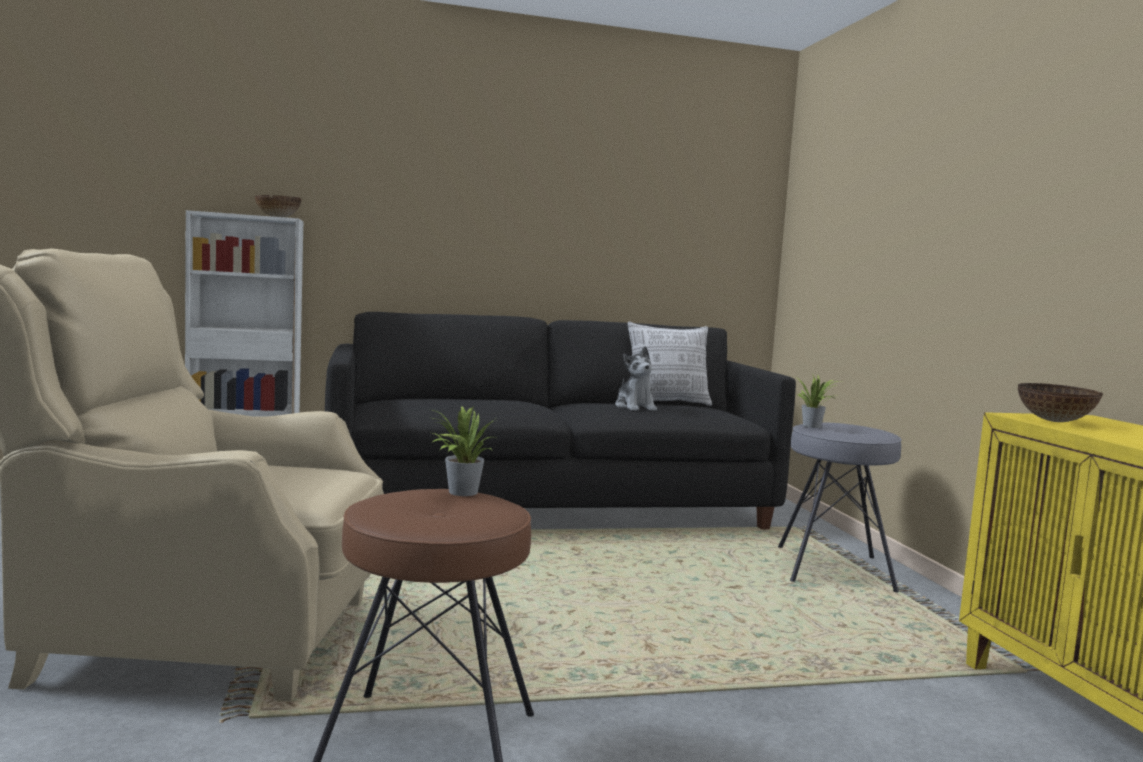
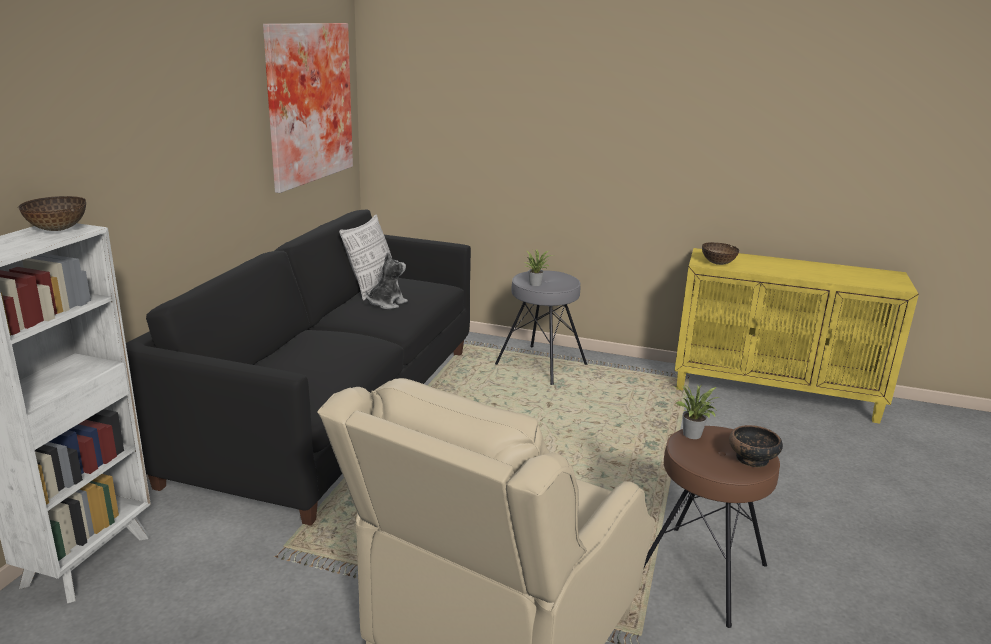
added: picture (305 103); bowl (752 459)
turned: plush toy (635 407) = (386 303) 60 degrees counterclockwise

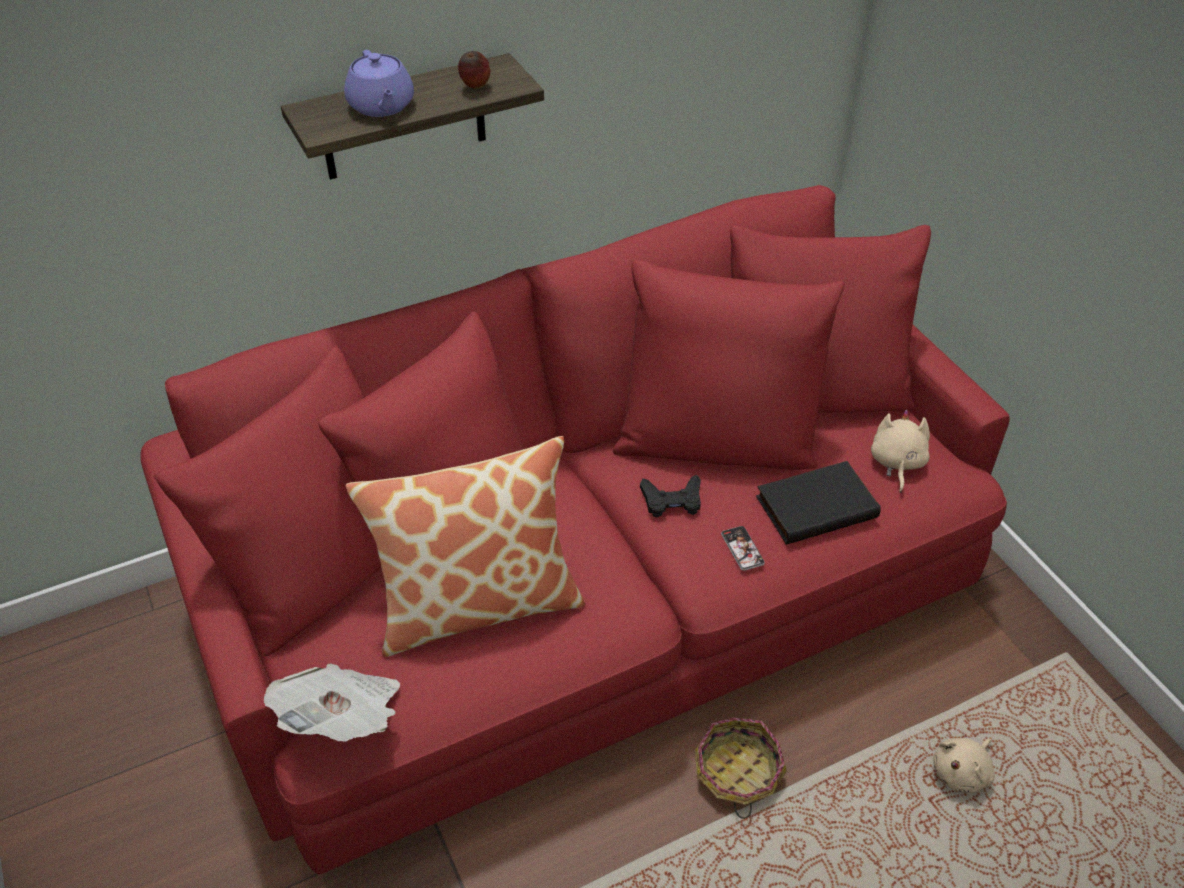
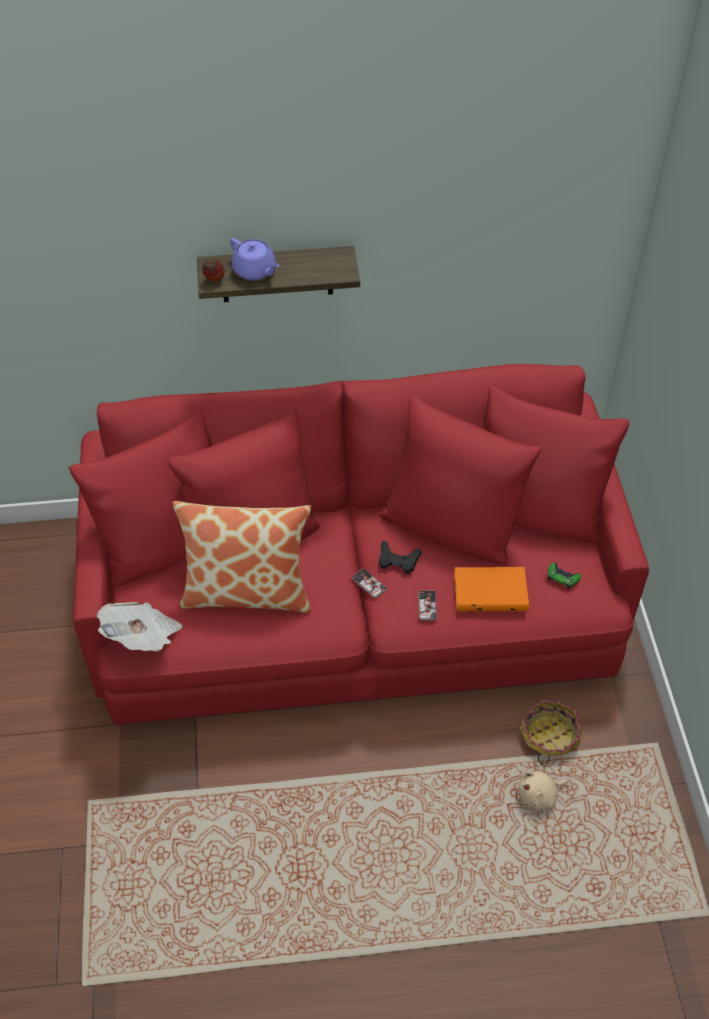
added: phone (369 583)
moved: apple (475 87) to (214 280); basket (737 772) to (549 736)
replaced: beige plush toy (896 463) to green game controller (562 577)
recoloured: black book (815 505) to orange book (490 591)
turned: purple teapot (381 106) = (255 271) 45 degrees counterclockwise

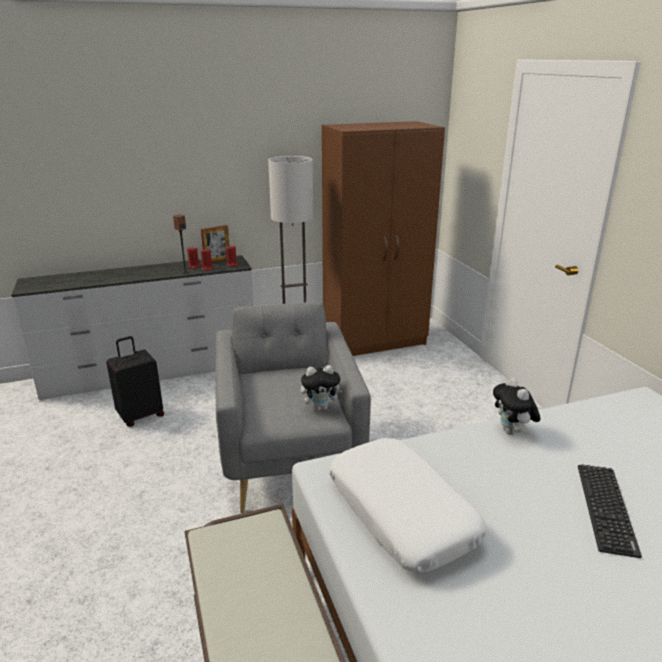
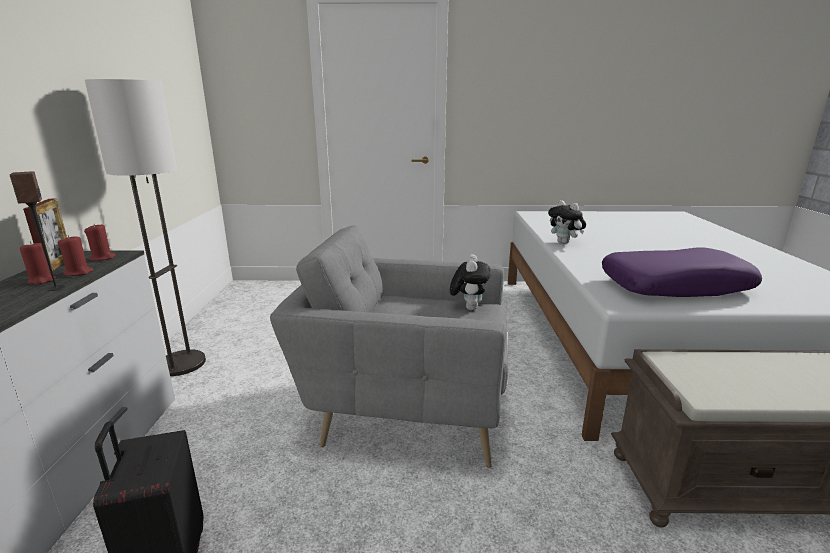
removed: brown wardrobe (375 341); keyboard (606 508)
recoloured: white pillow (402 513) to purple pillow (674 285)
turned: plush toy (512 432) = (565 243) 45 degrees clockwise

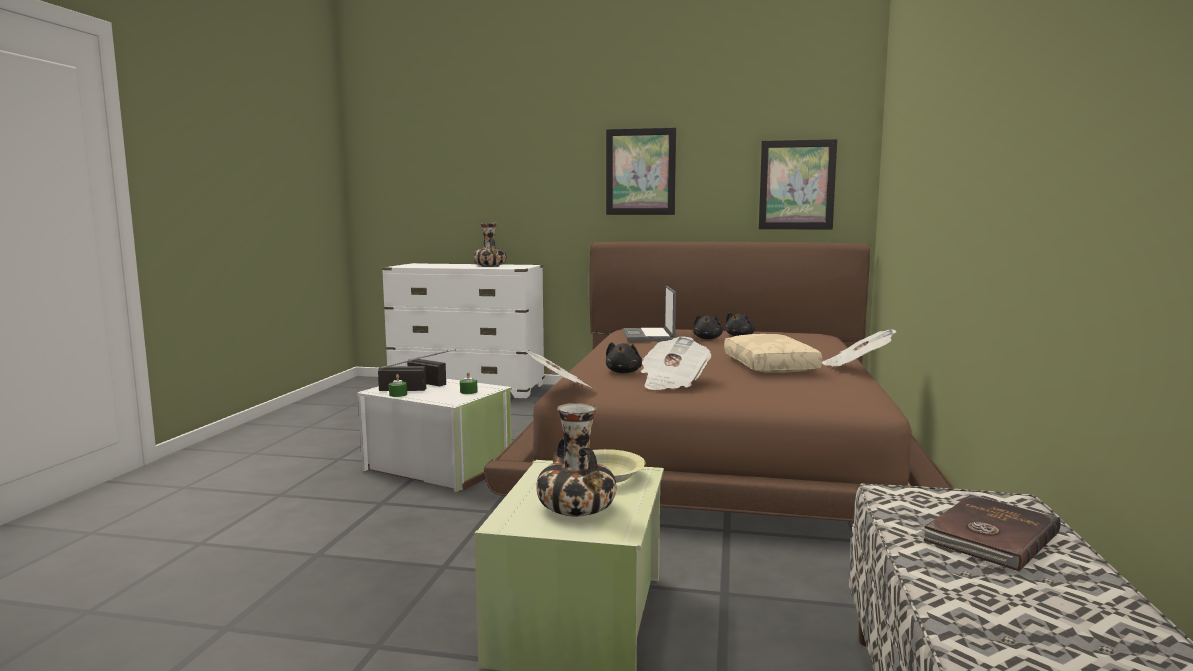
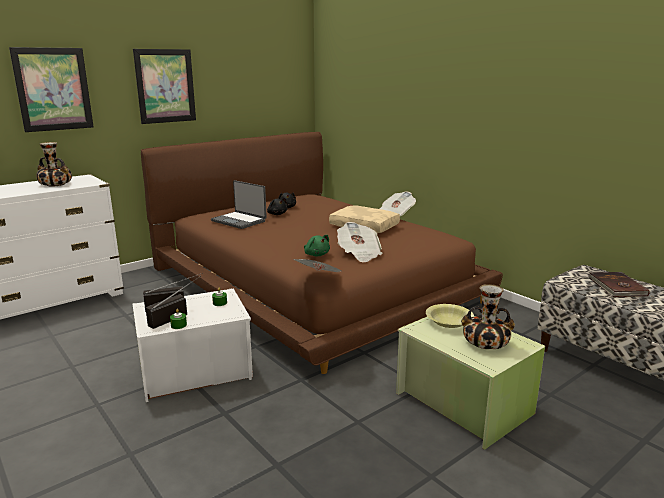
moved: picture (797 185) to (53 89)
recoloured: black plush toy (624 372) to green plush toy (316 255)

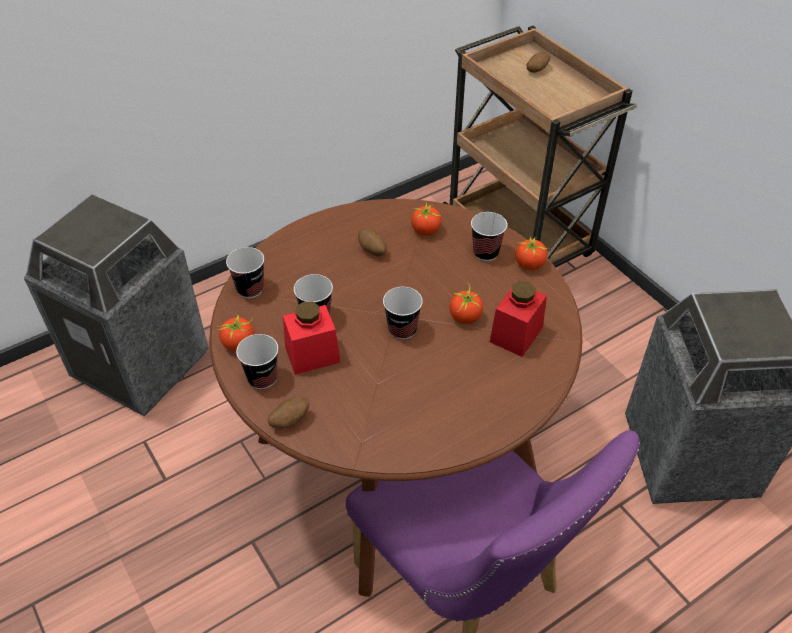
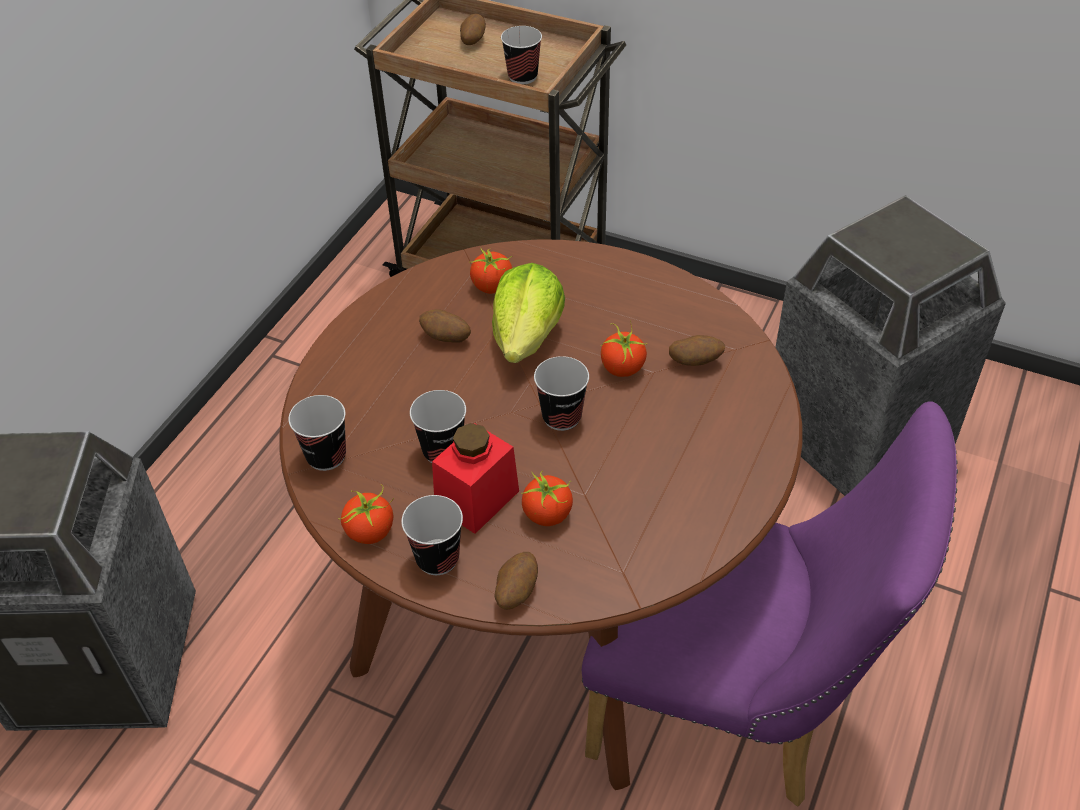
added: lettuce (527 337)
moved: cup (485 253) to (522 76); tomato (529 265) to (548 515)
replaced: red jar (516 334) to potato (695 362)

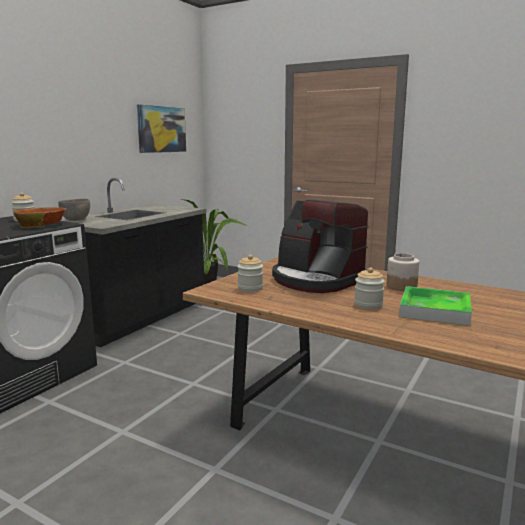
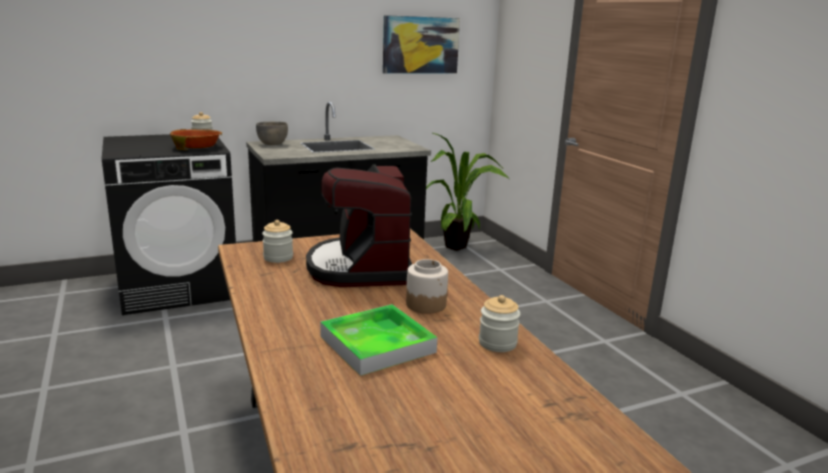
moved: jar (368 304) to (497 343)

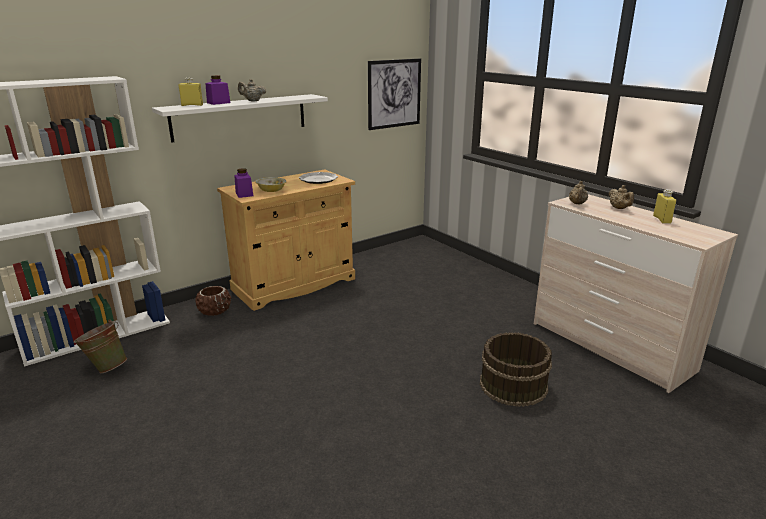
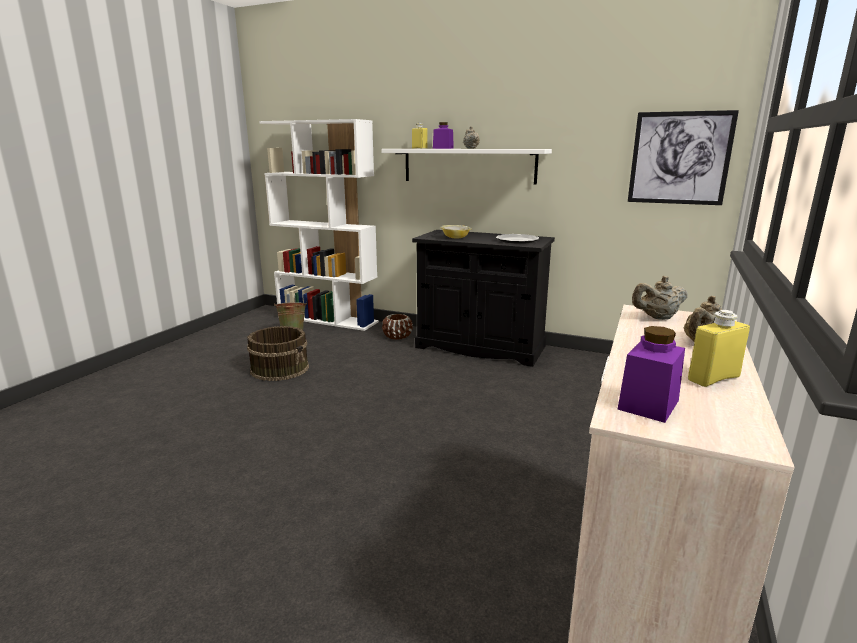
moved: purple jar (244 194) to (648 405); brown bucket (512 384) to (280 368)
recoloured: beige cabinet (294 284) to black cabinet (480 347)

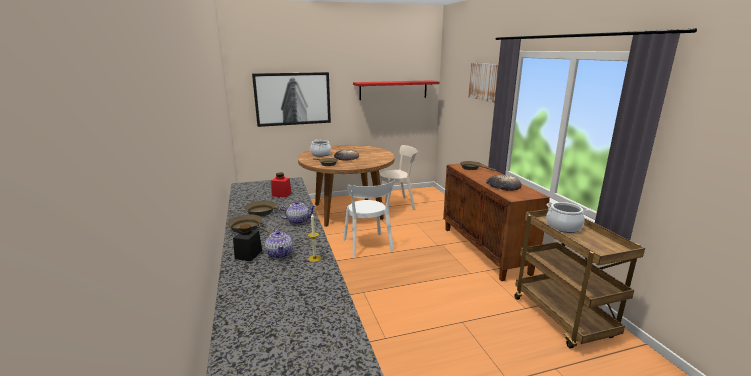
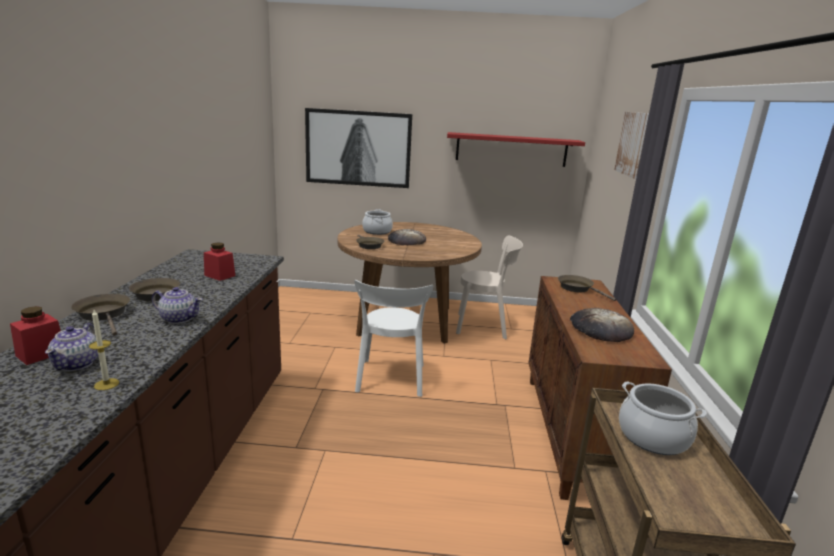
recoloured: black jar (248 254) to red jar (41 354)

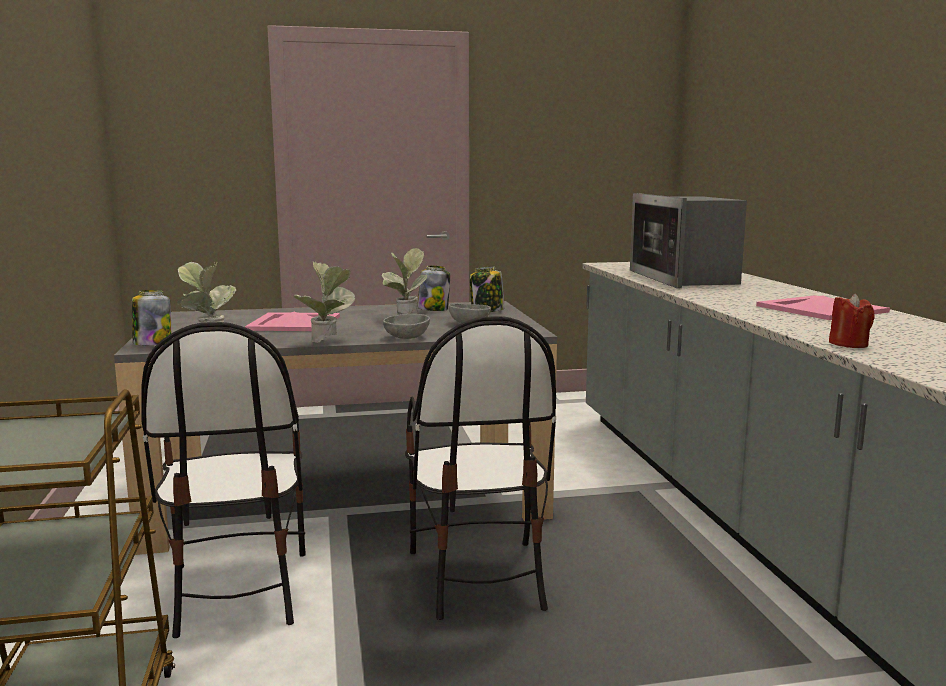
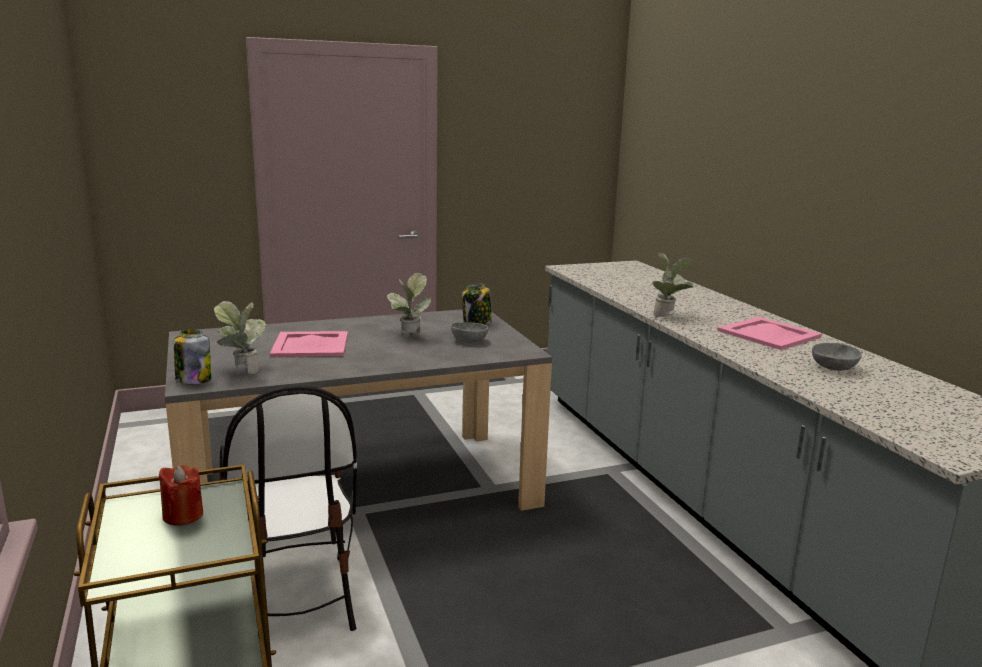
removed: microwave (684 278); jar (433 309); chair (478 577)
moved: potted plant (329 342) to (668 315); red candle (849 344) to (183 515); grey bowl (406 337) to (834 368)

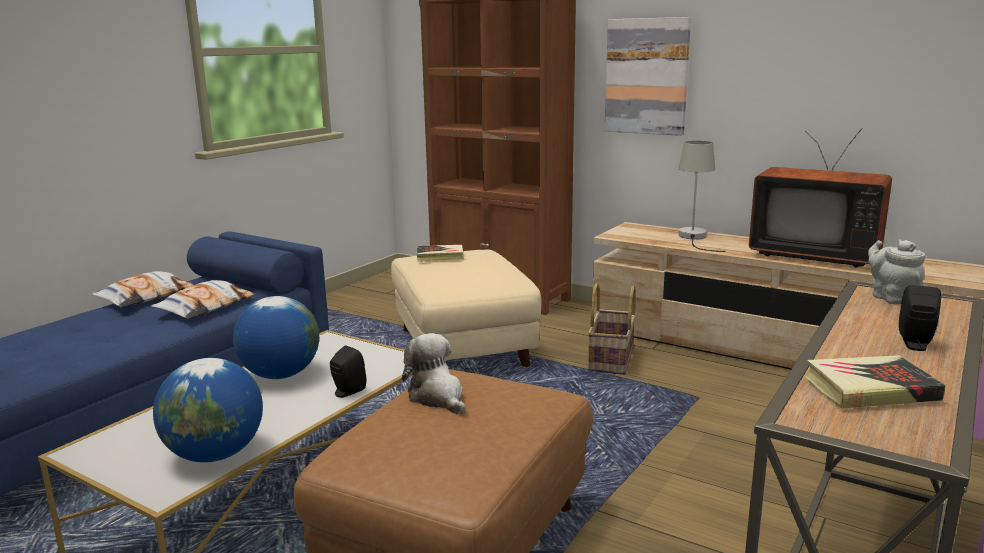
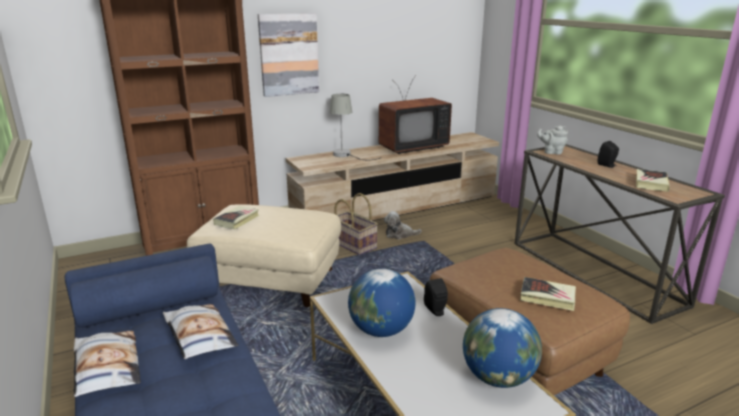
added: book (547 297)
moved: plush toy (437 397) to (399 234)

